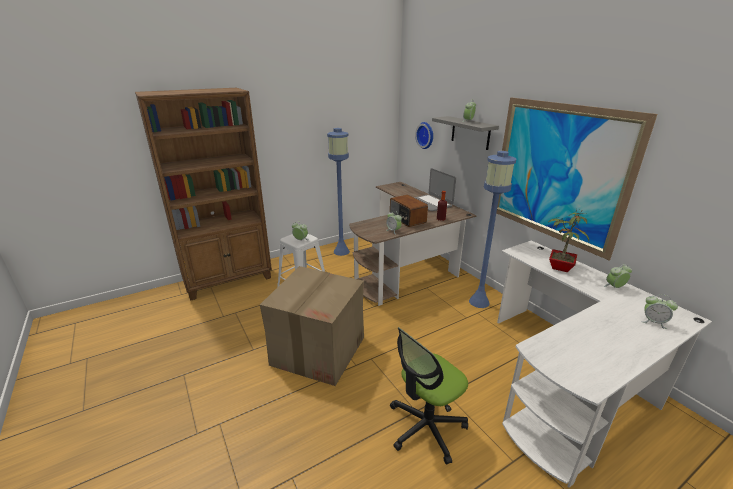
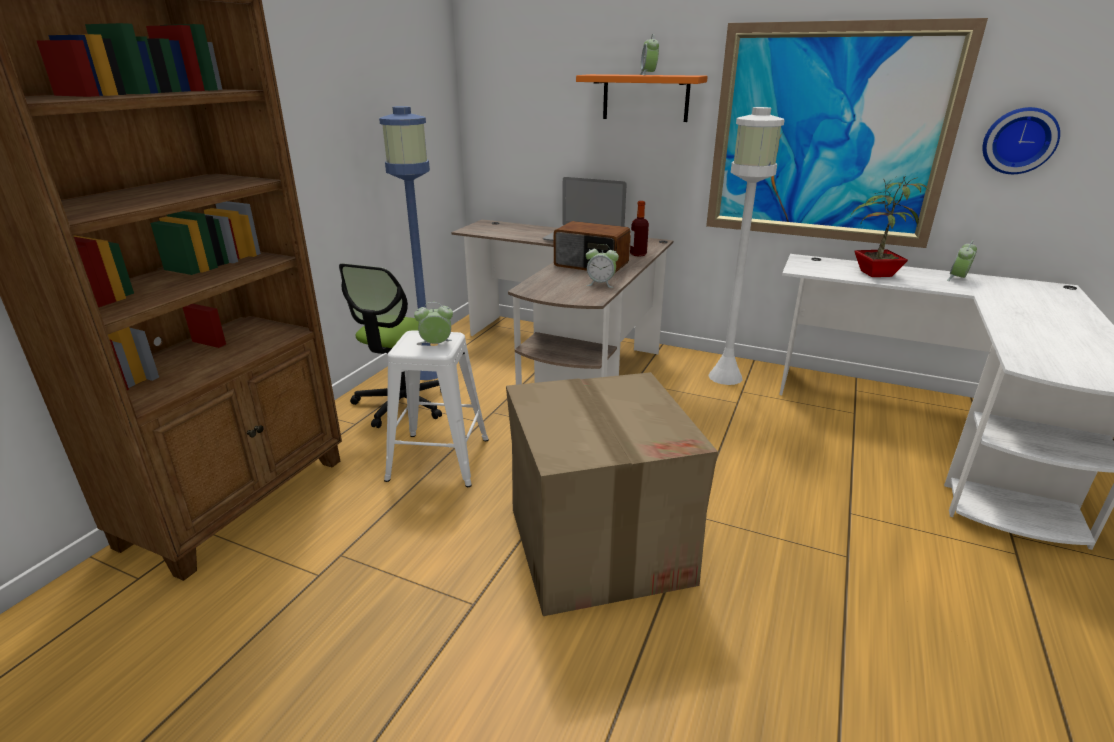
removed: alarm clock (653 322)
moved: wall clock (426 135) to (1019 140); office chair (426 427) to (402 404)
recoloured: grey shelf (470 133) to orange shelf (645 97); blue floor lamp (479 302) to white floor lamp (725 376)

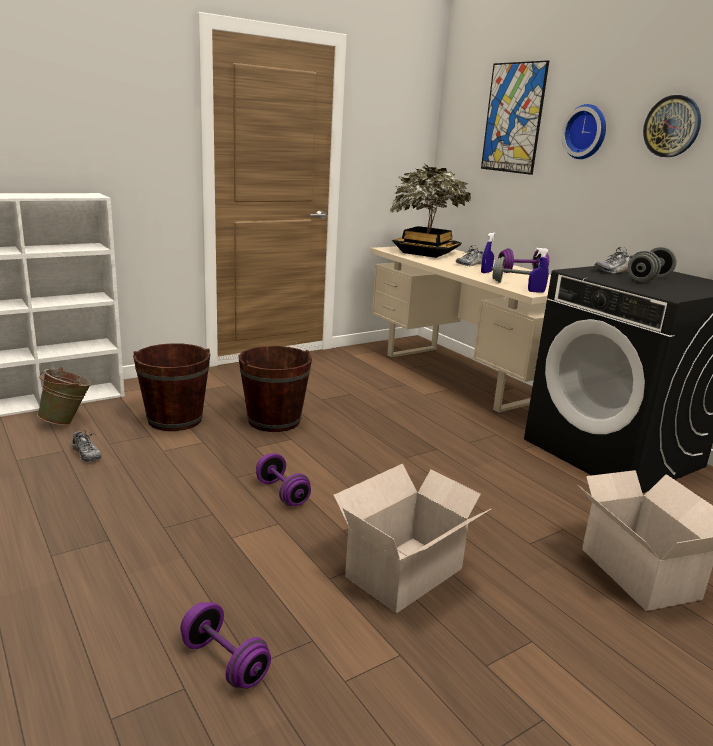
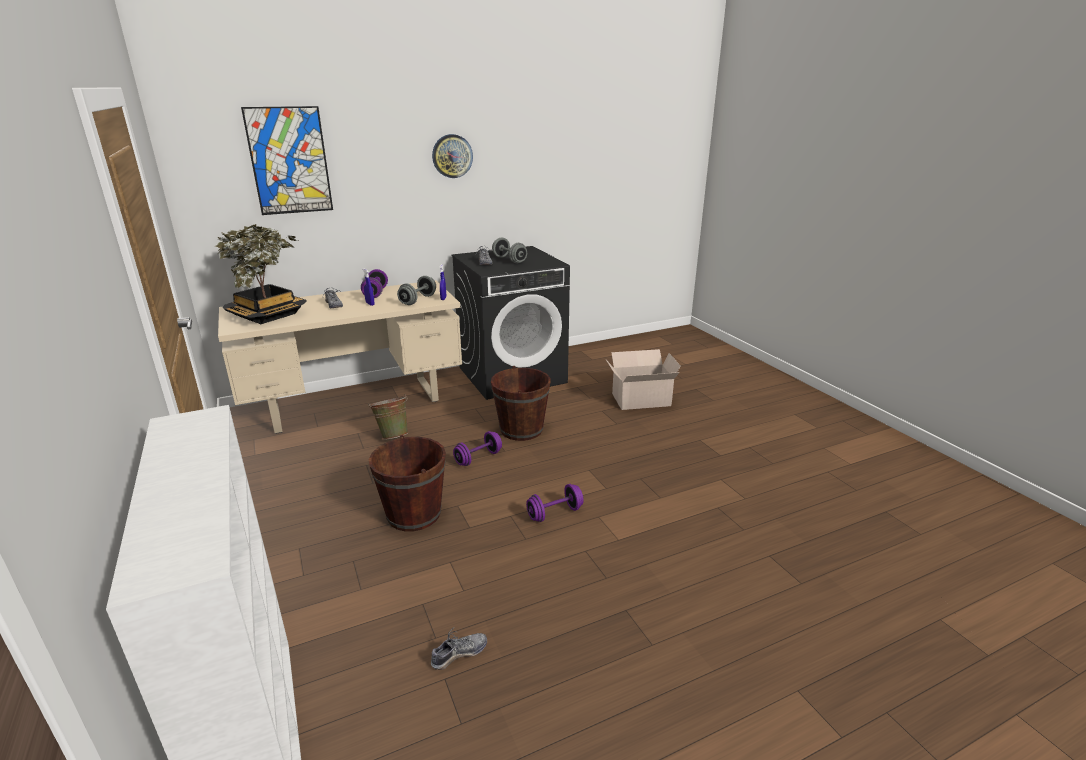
removed: wall clock (586 132); cardboard box (407 572)
moved: brown bucket (175 419) to (521 429); green bucket (68 422) to (393 435); purple dumbbell (225 662) to (478 458)

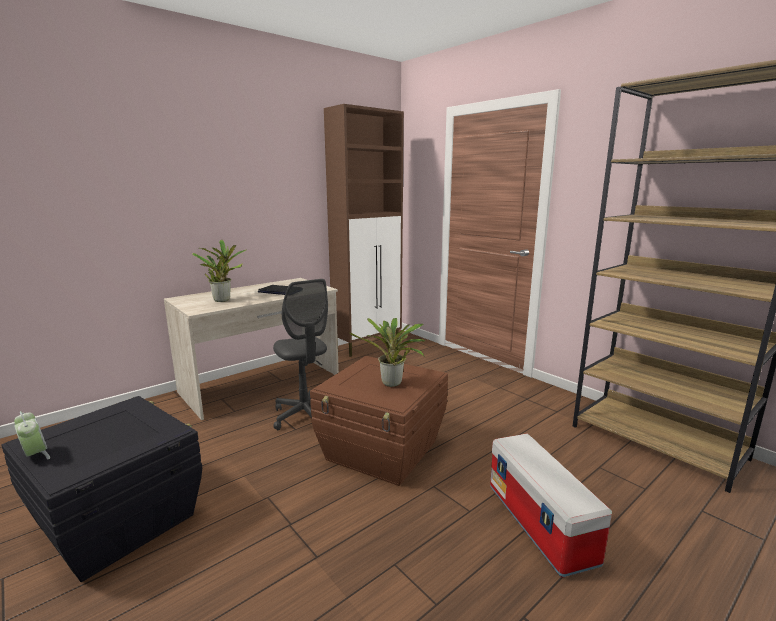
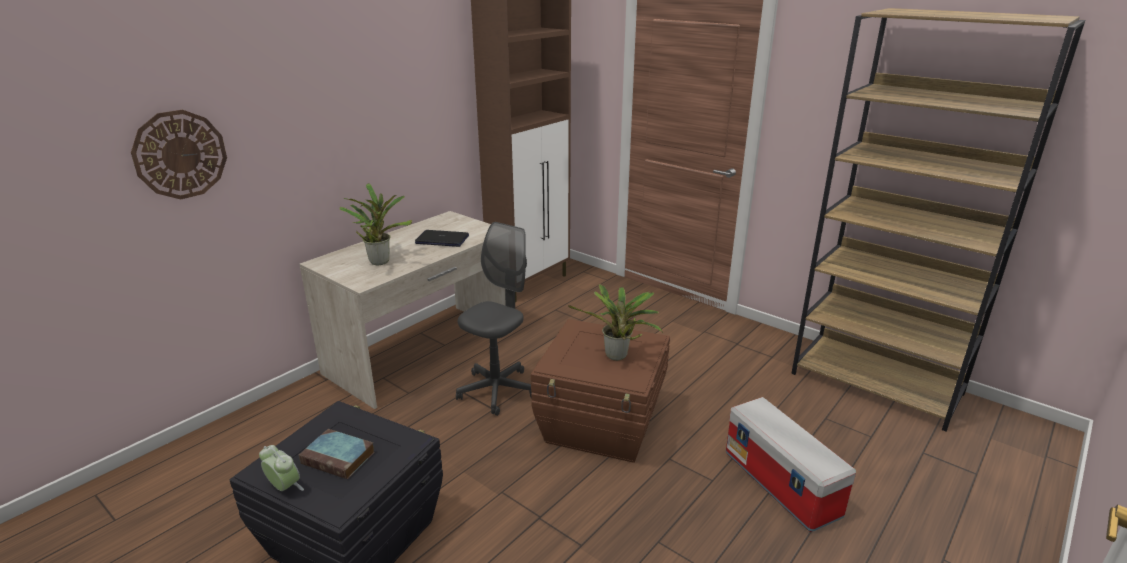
added: wall clock (180 154); book (339 458)
turned: grey office chair (305 416) = (497 391) 105 degrees counterclockwise

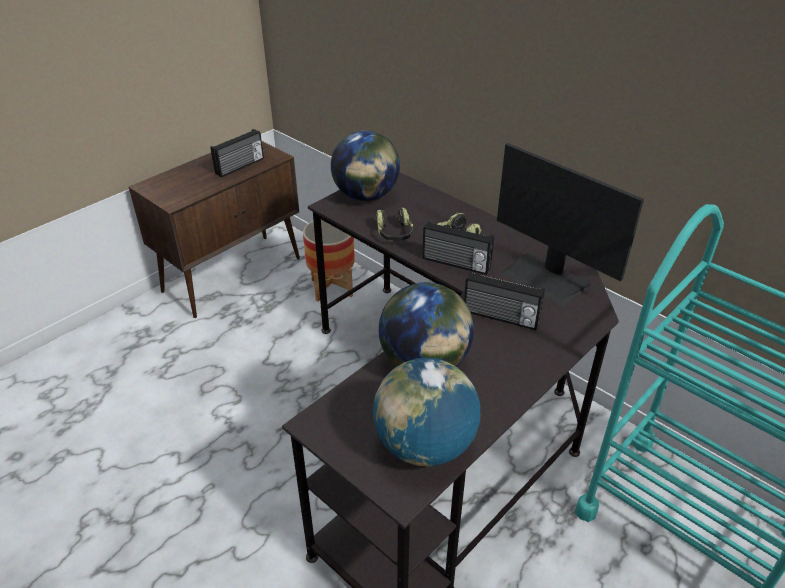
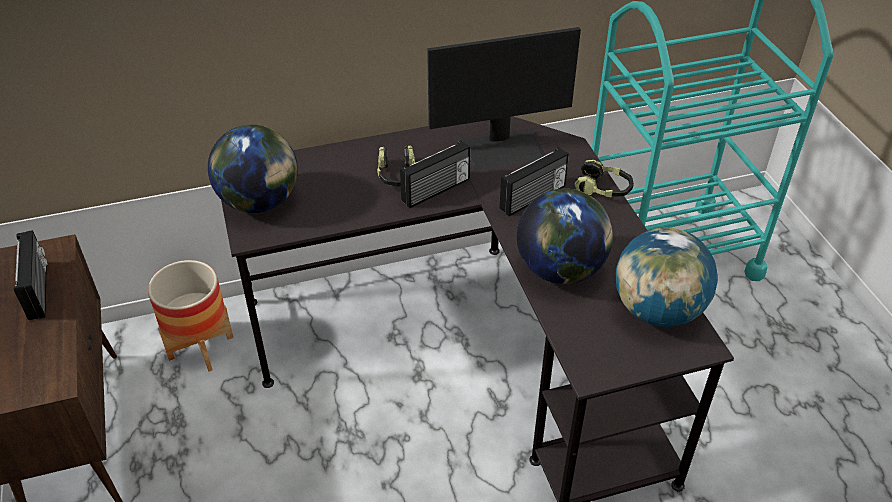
moved: headphones (394 233) to (603 189)

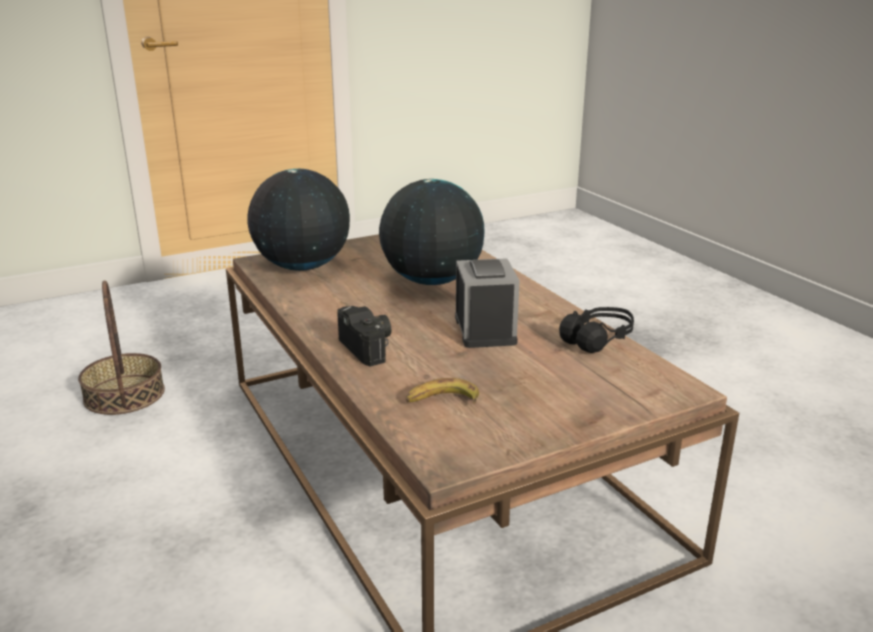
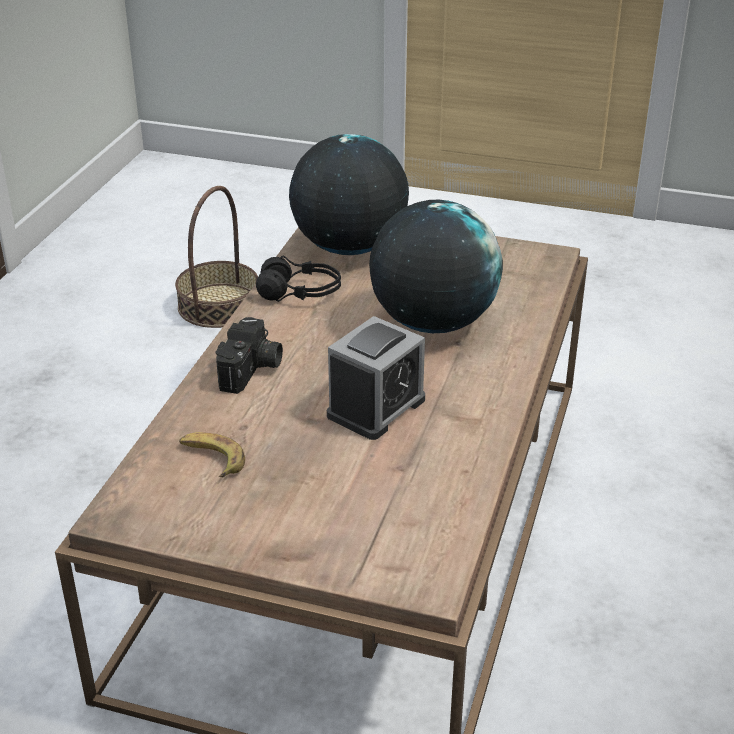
moved: black headphones (598 339) to (300 293)

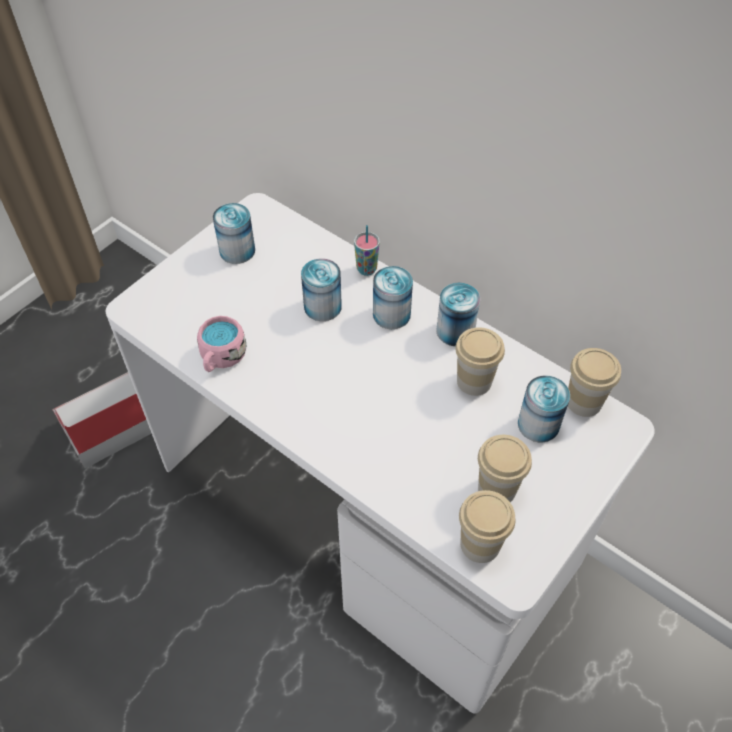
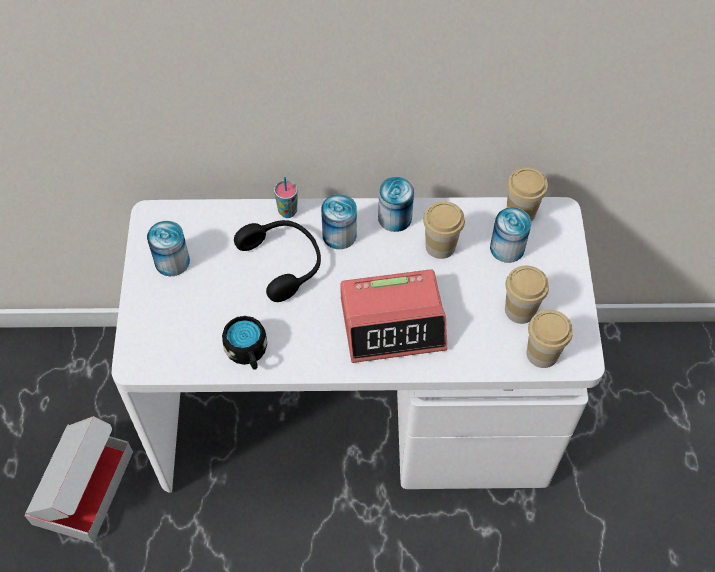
added: alarm clock (393 323)
replaced: can (322 306) to black headphones (284 262)
recoloured: pink mug (221 358) to black mug (248 353)

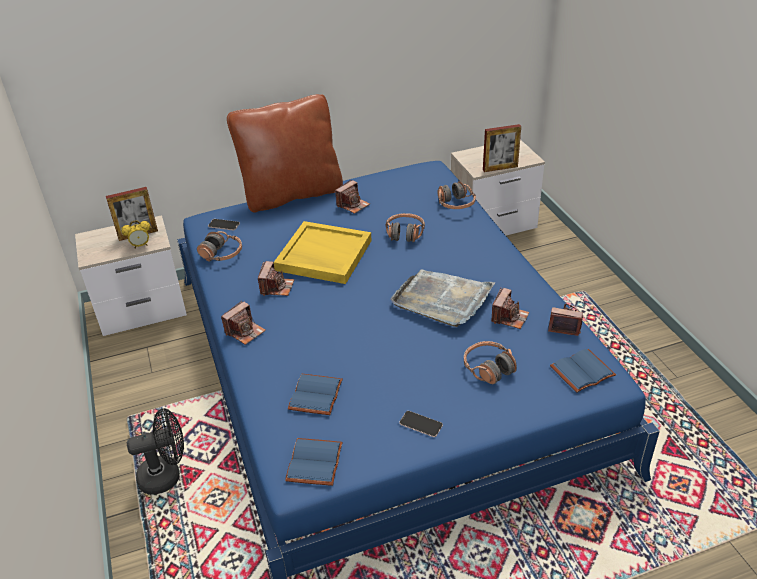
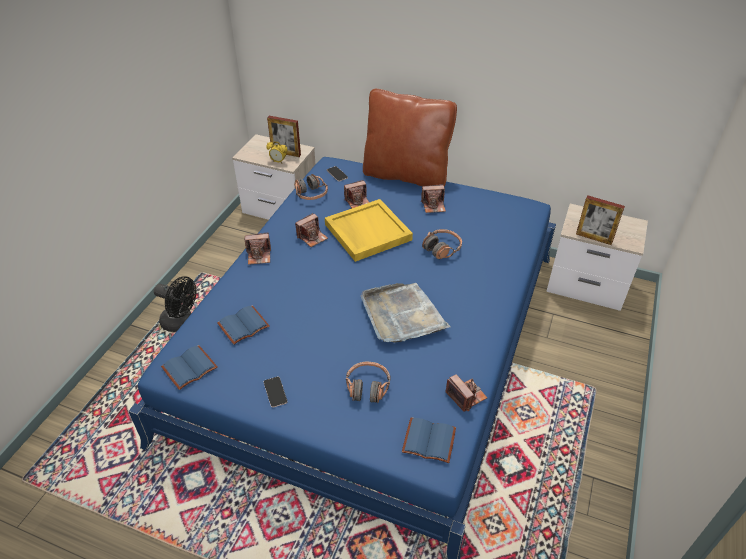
removed: headphones (455 204)
moved: photo camera (509 317) to (358 202)

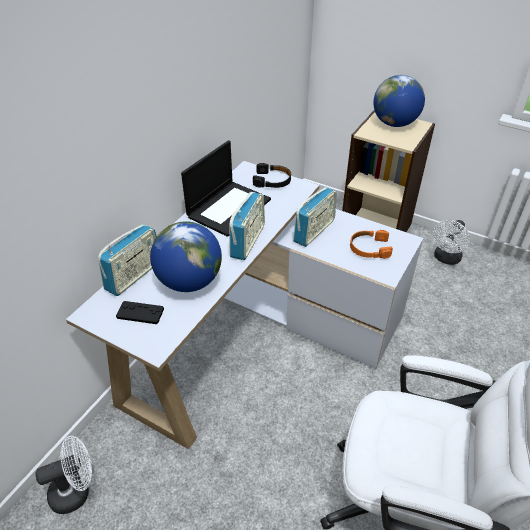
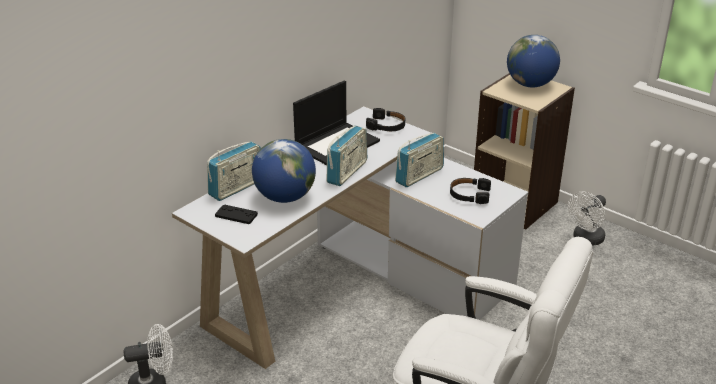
recoloured: orange headphones (369 248) to black headphones (469 195)

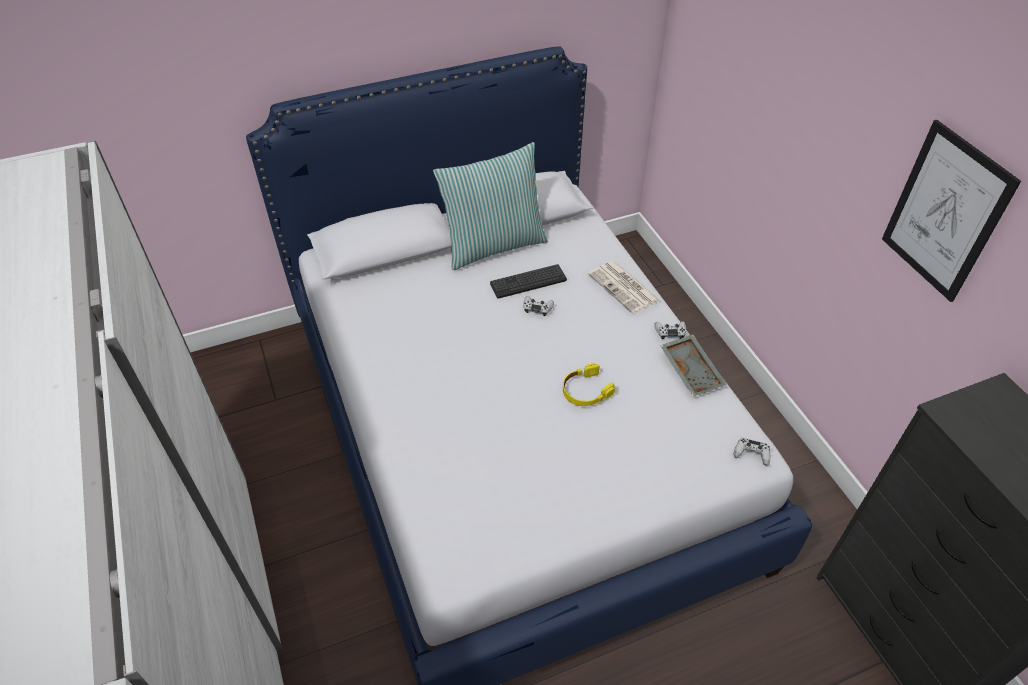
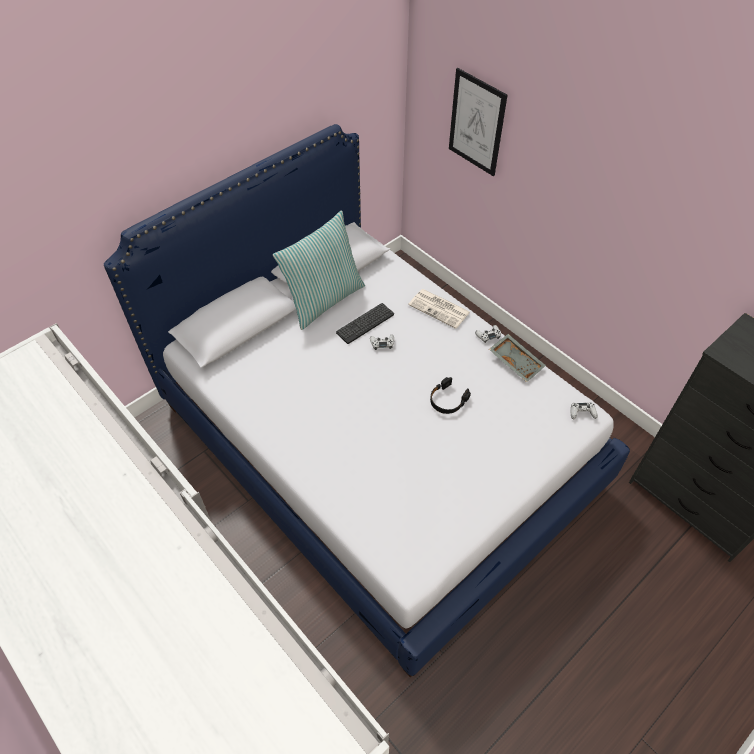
moved: picture (945 212) to (476 123)
recoloured: yellow headphones (585 391) to black headphones (447 400)

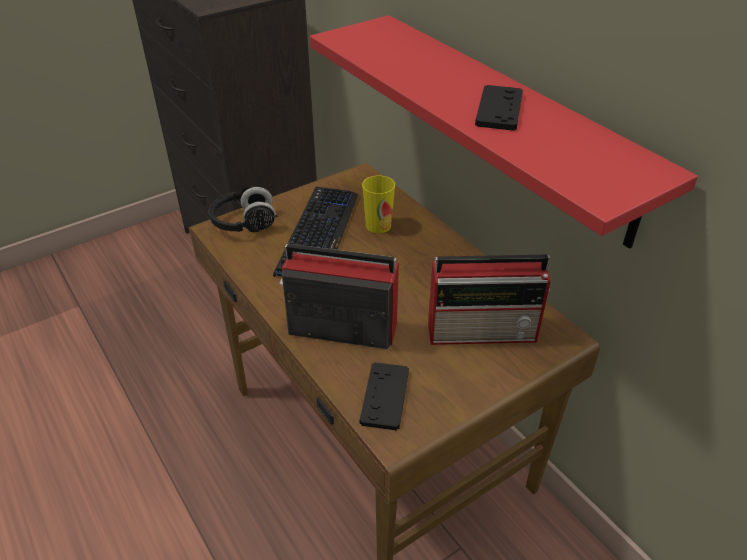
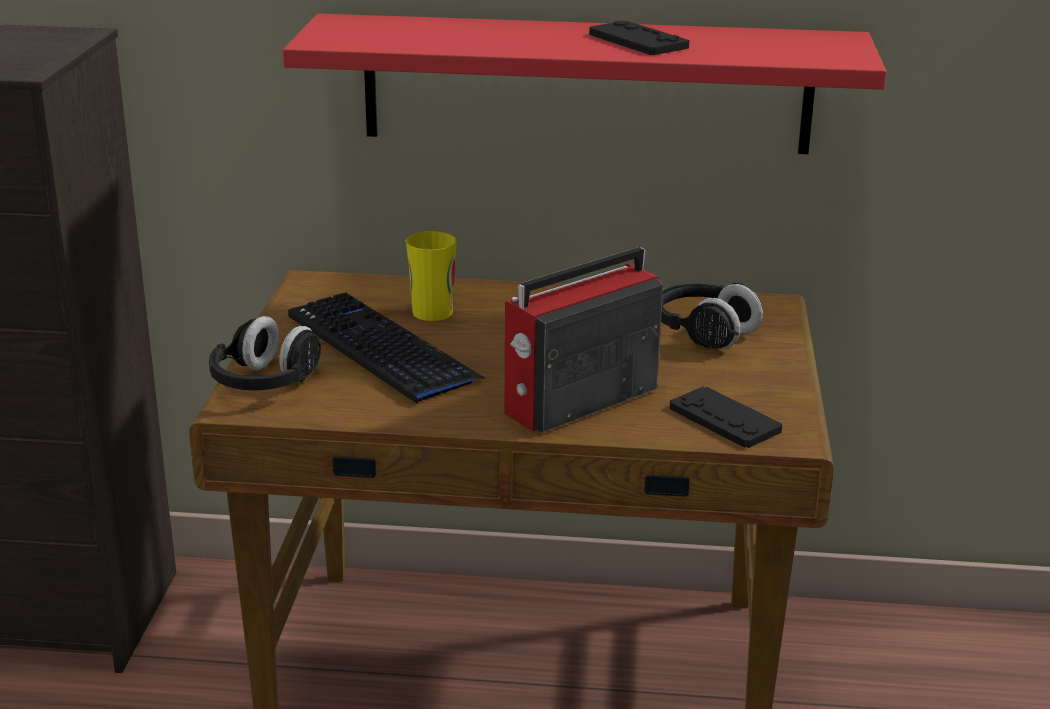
replaced: radio (484 331) to black headphones (704 334)

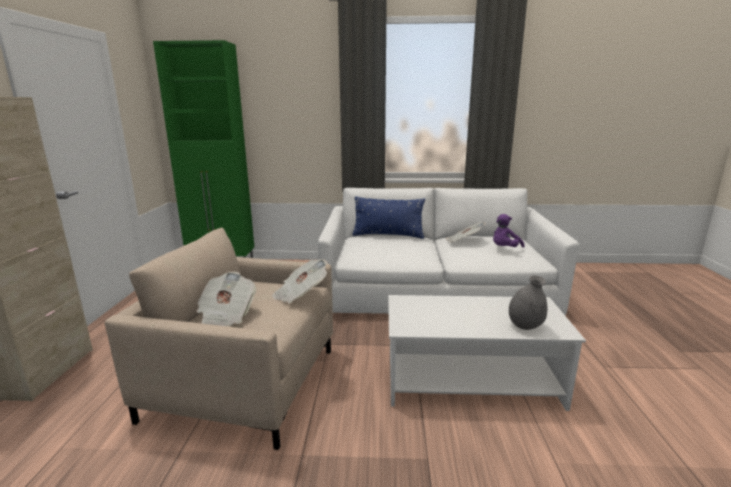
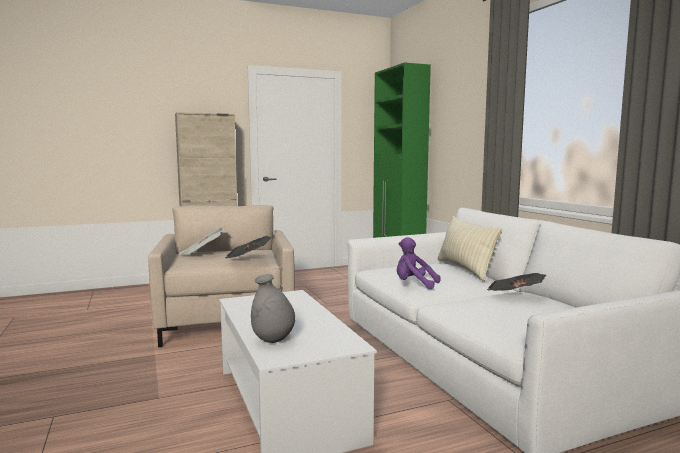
moved: purple plush toy (504 249) to (414 285)
recoloured: blue pillow (388 235) to beige pillow (465 269)

